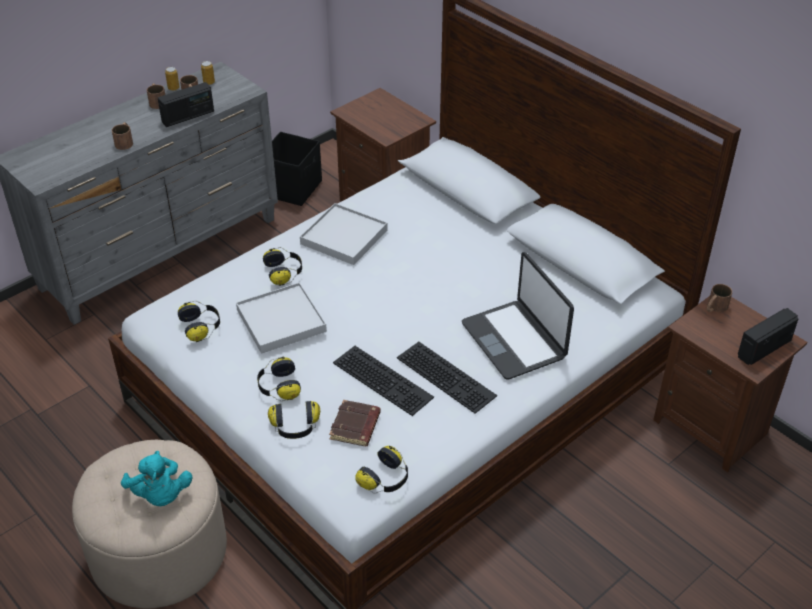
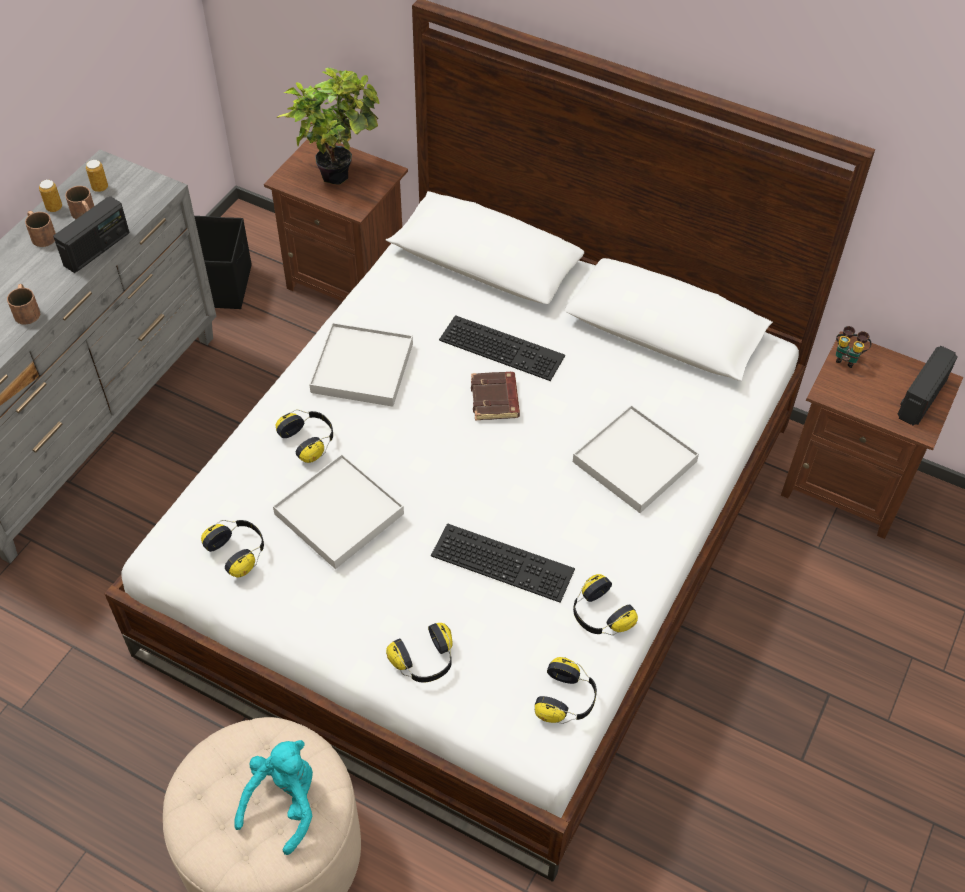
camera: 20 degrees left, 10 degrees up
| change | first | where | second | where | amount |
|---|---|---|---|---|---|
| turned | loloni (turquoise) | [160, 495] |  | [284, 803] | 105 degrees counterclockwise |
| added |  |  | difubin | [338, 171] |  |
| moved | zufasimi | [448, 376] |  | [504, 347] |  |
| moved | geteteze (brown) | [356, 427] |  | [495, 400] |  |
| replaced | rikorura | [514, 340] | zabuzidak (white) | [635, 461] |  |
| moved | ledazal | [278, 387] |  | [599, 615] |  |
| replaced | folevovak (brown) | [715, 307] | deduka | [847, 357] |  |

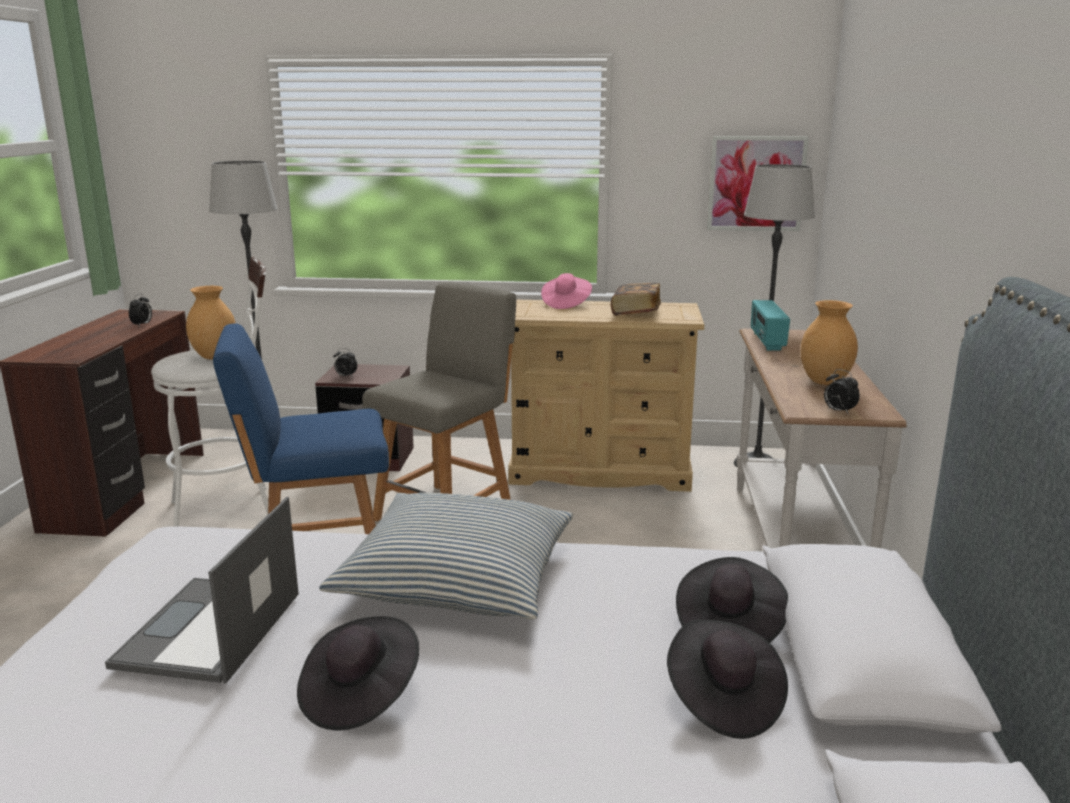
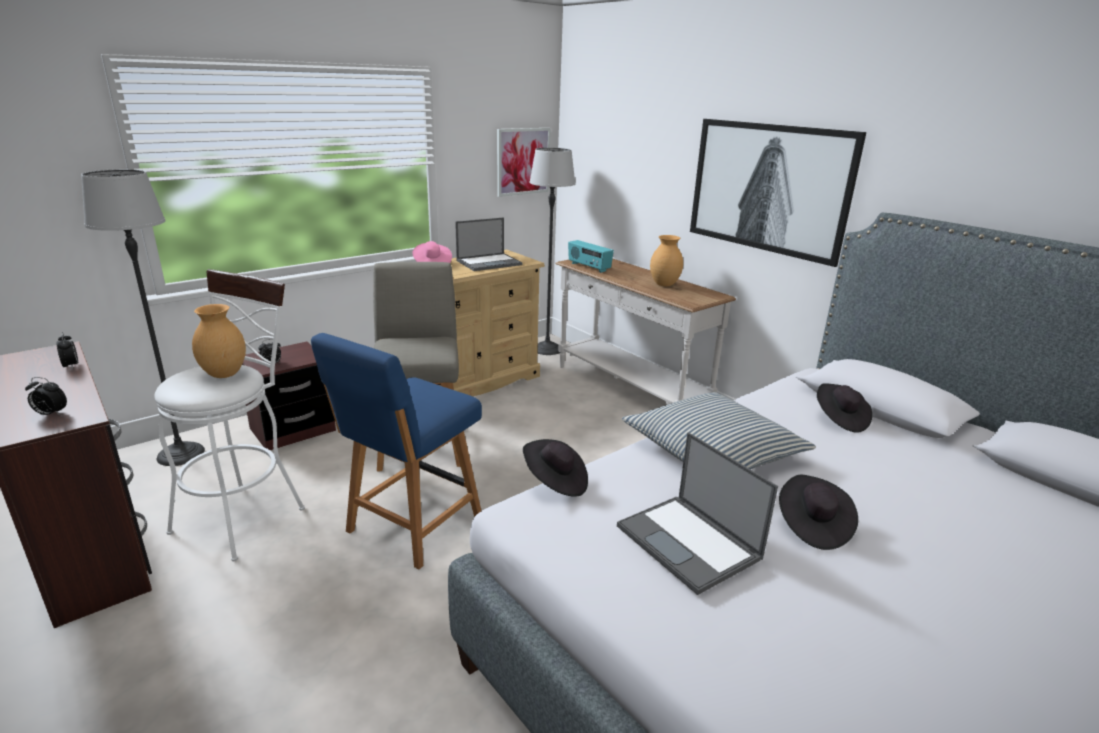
camera: 45 degrees left, 5 degrees up
| change | first | where | second | where | amount |
|---|---|---|---|---|---|
| moved | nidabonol | [838, 411] |  | [50, 414] |  |
| replaced | geteteze | [635, 312] | rikorura | [489, 262] |  |
| moved | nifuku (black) | [723, 701] |  | [555, 482] |  |
| added |  |  | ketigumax | [768, 188] |  |

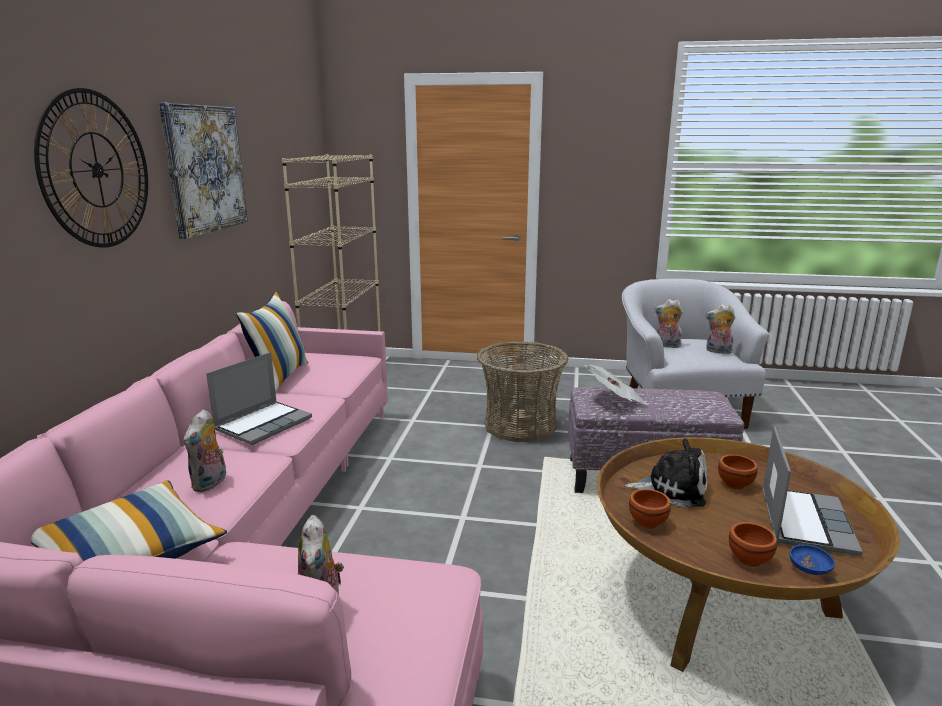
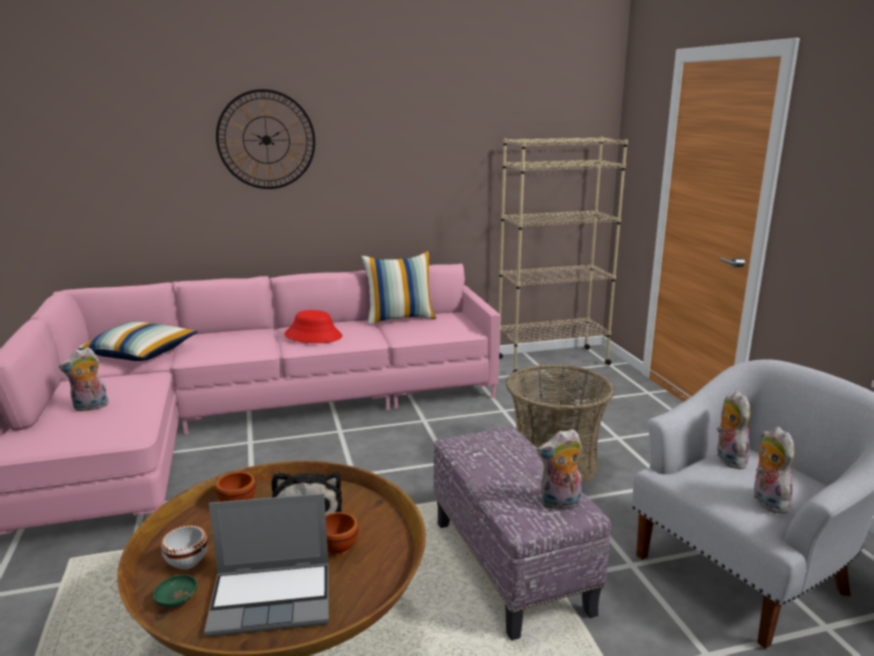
camera: 65 degrees right, 0 degrees up
| change | first | where | second | where | amount |
|---|---|---|---|---|---|
| recoloured | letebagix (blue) | [809, 569] | letebagix (green) | [177, 601] |  |
| recoloured | letebagix (brown) | [749, 559] | letebagix (white) | [188, 563] |  |
| replaced | rikorura | [264, 424] | nifuku (red) | [313, 336] |  |
| moved | loloni | [210, 483] |  | [560, 503] |  |
| removed | ketigumax | [205, 169] |  |  |  |
| removed | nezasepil | [615, 400] |  |  |  |

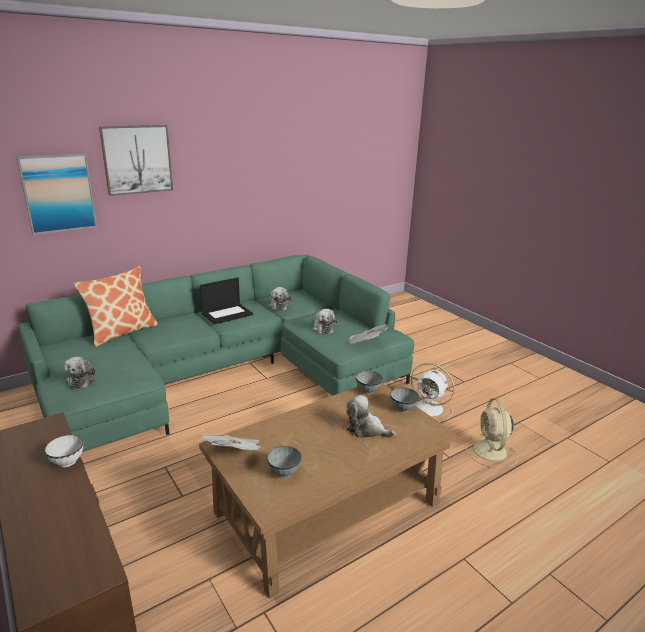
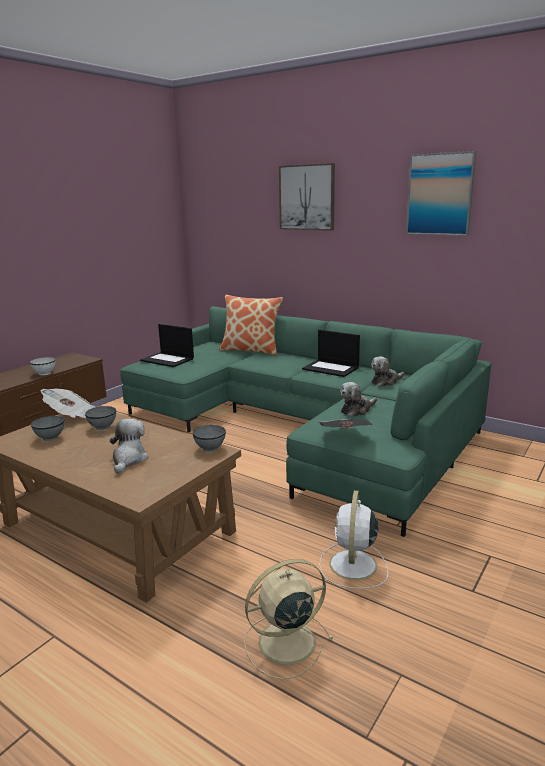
camera: 70 degrees right, 5 degrees down
| change | first | where | second | where | amount |
|---|---|---|---|---|---|
| moved | letebagix (grey) | [402, 408] |  | [103, 427] |  |
| replaced | loloni | [82, 379] | rikorura | [168, 360] |  |
| moved | ketigumax | [58, 193] |  | [440, 194] |  |

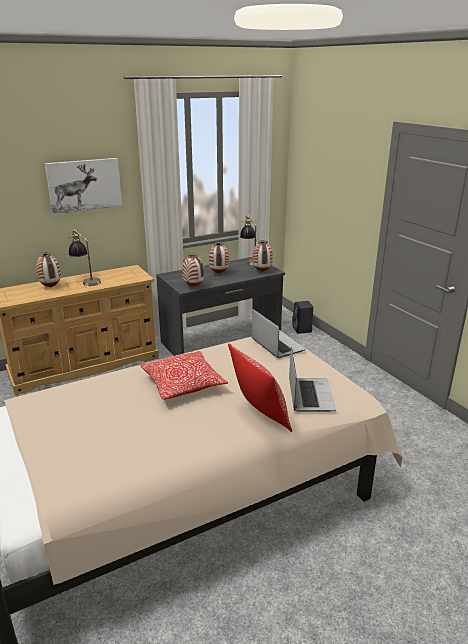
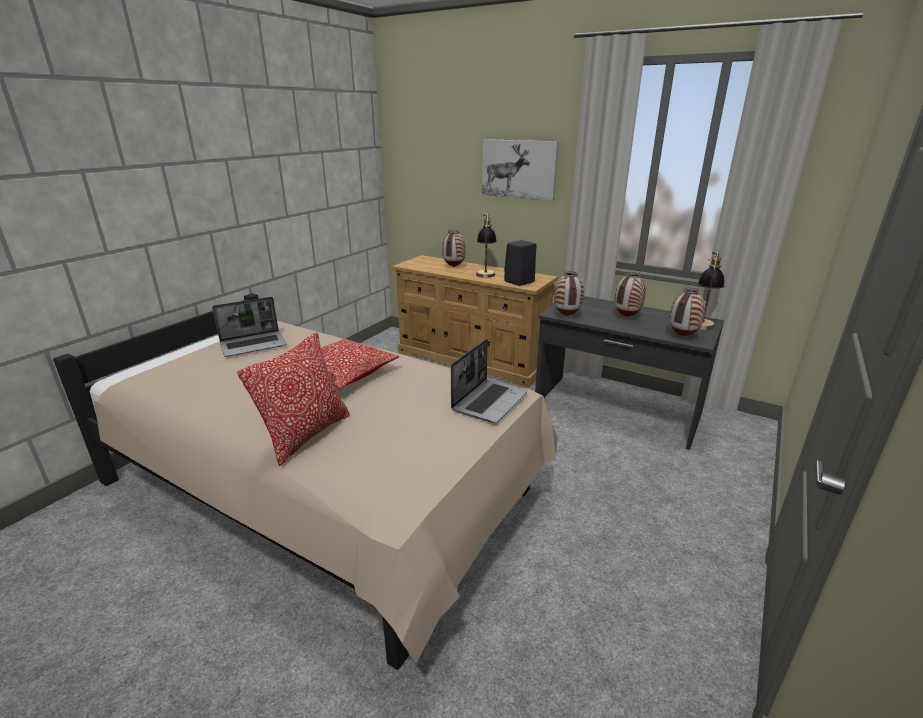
camera: 60 degrees right, 0 degrees up
| change | first | where | second | where | amount |
|---|---|---|---|---|---|
| moved | rikorura | [309, 395] |  | [254, 345] |  |
| moved | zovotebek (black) | [302, 330] |  | [519, 282] |  |

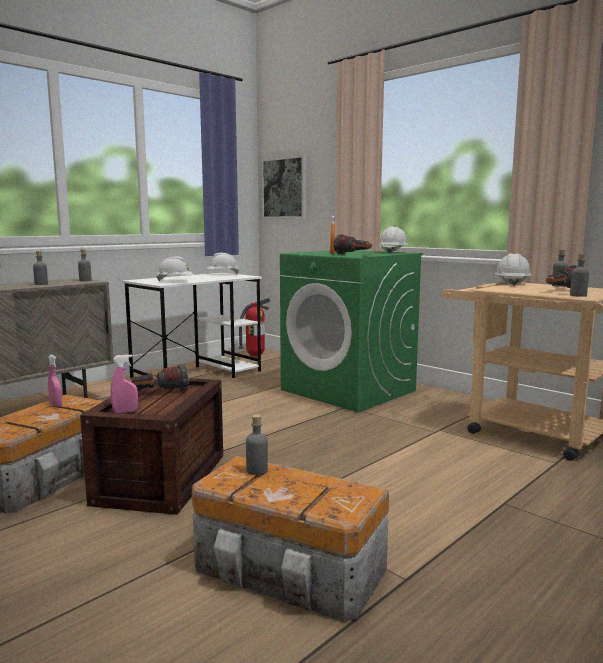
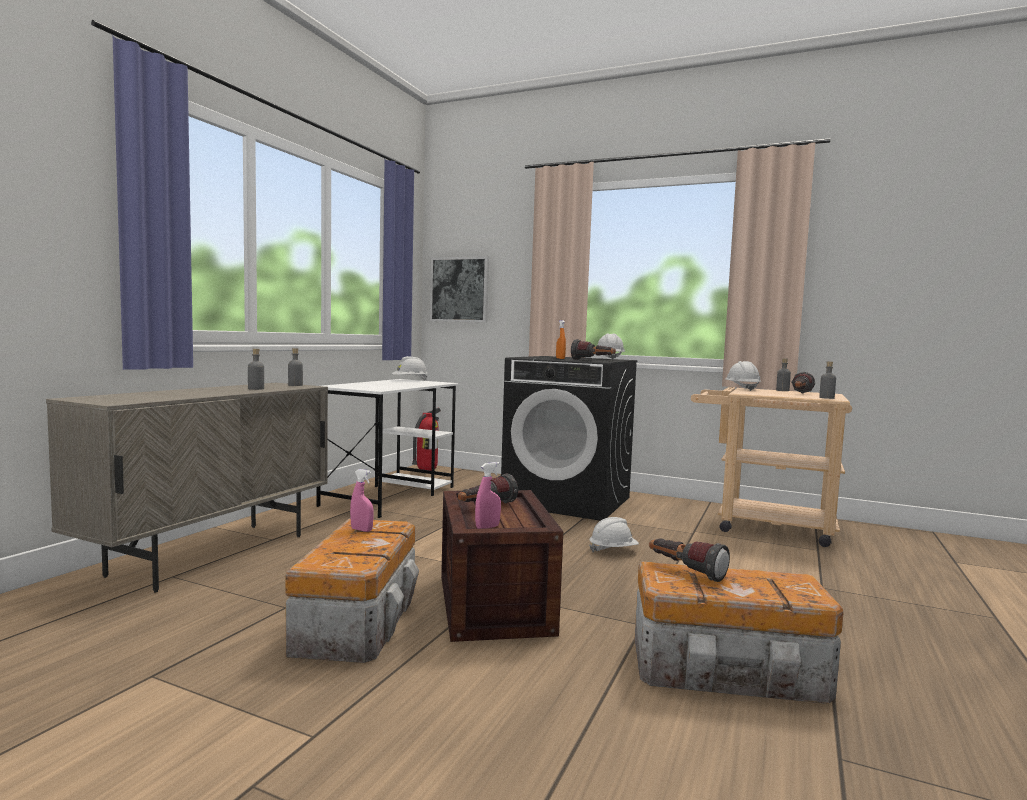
camera: 20 degrees left, 5 degrees down
| change | first | where | second | where | amount |
|---|---|---|---|---|---|
| recoloured | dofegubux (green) | [349, 390] | dofegubux (black) | [568, 501] |  |
| moved | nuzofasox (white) | [175, 281] |  | [613, 550] |  |
| replaced | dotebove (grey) | [257, 470] | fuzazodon | [685, 571] |  |

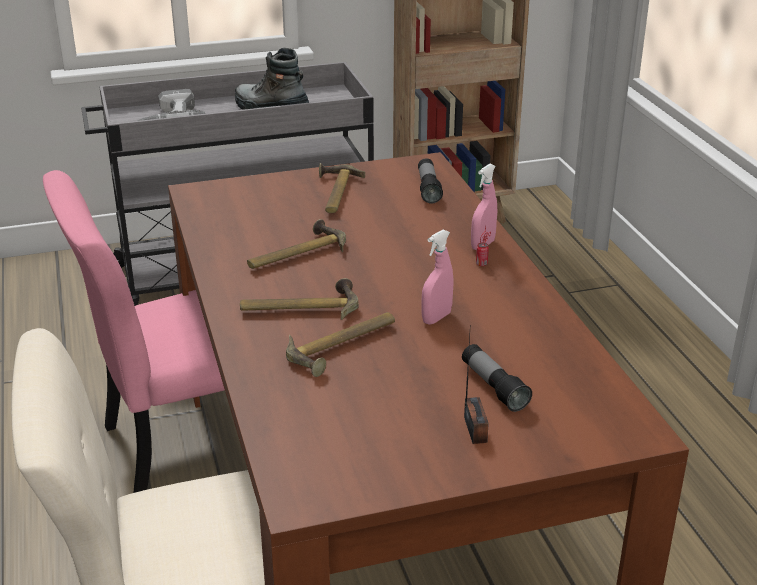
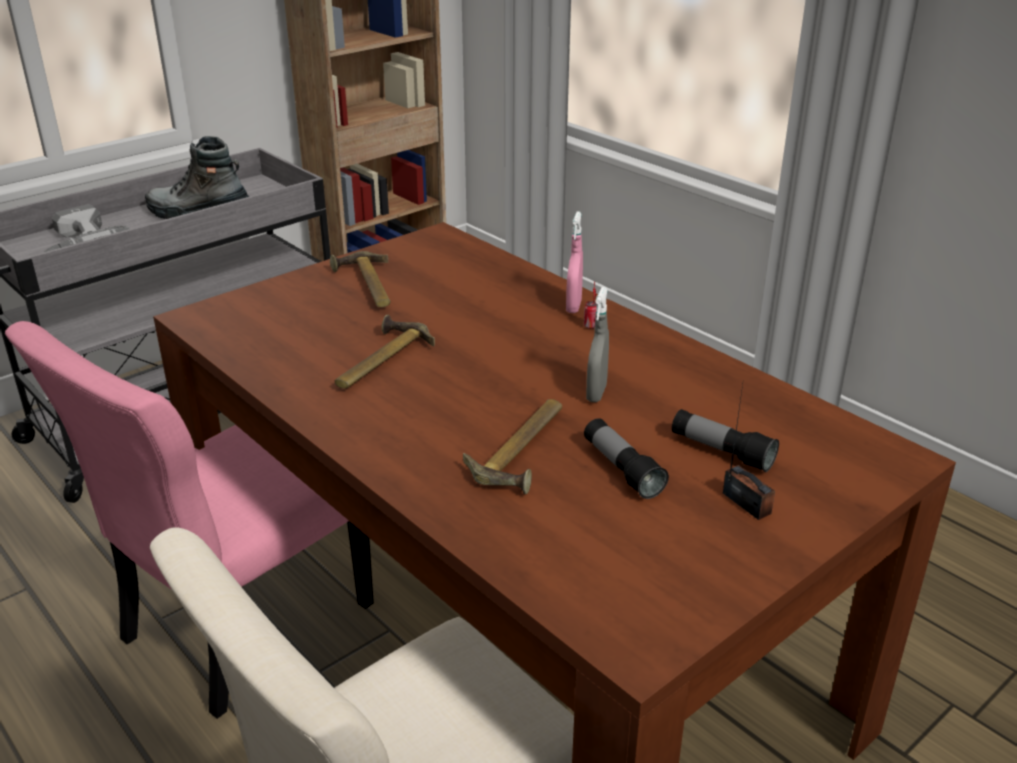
camera: 25 degrees left, 0 degrees up
| change | first | where | second | where | amount |
|---|---|---|---|---|---|
| moved | fuzazodon | [428, 189] |  | [622, 469] |  |
| recoloured | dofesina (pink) | [436, 318] | dofesina (grey) | [596, 393] |  |
| removed | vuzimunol | [300, 307] |  |  |  |

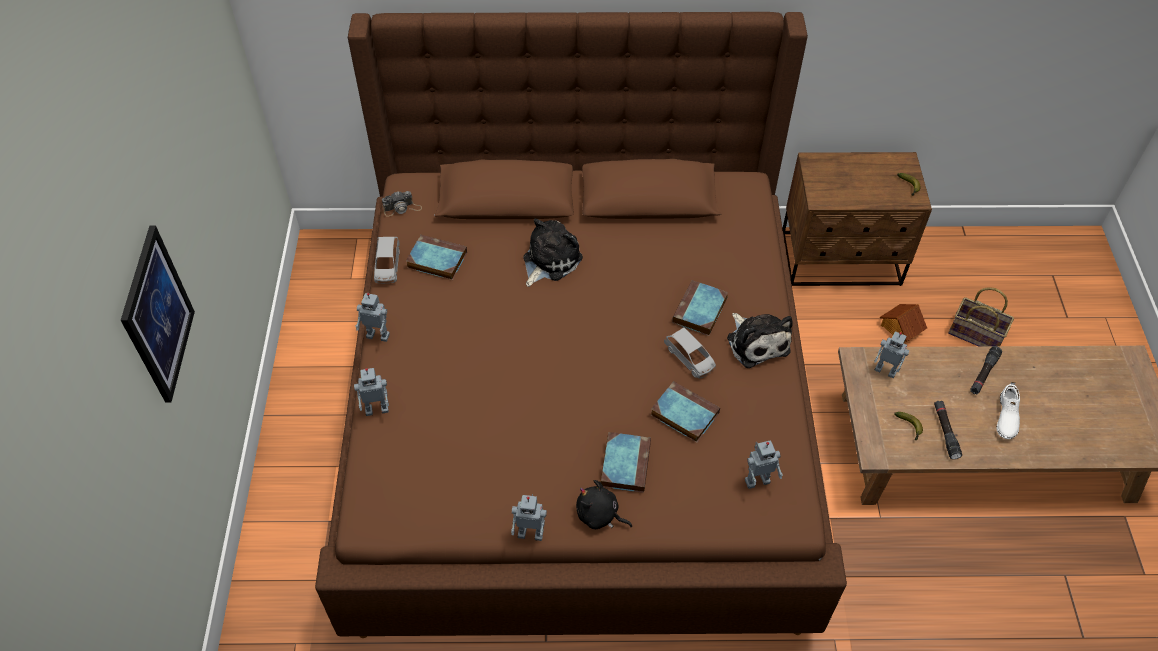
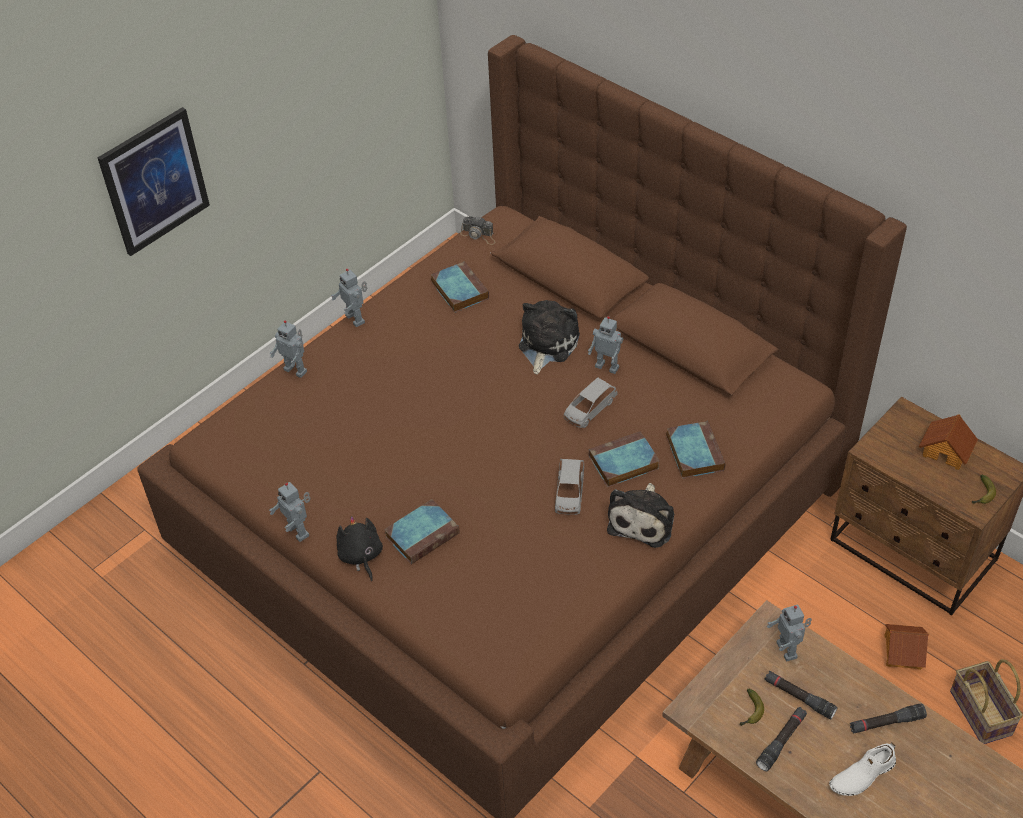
camera: 45 degrees right, 5 degrees down
| change | first | where | second | where | amount |
|---|---|---|---|---|---|
| turned | loloni | [549, 260] |  | [546, 344] | 60 degrees counterclockwise |
| moved | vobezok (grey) | [387, 266] |  | [589, 410] |  |
| moved | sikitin | [756, 480] |  | [607, 366] |  |
| moved | geteteze | [683, 414] |  | [693, 452] |  |
| added |  |  | fuzazodon (black) | [799, 697] |  |
| added |  |  | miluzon | [946, 450] |  |

